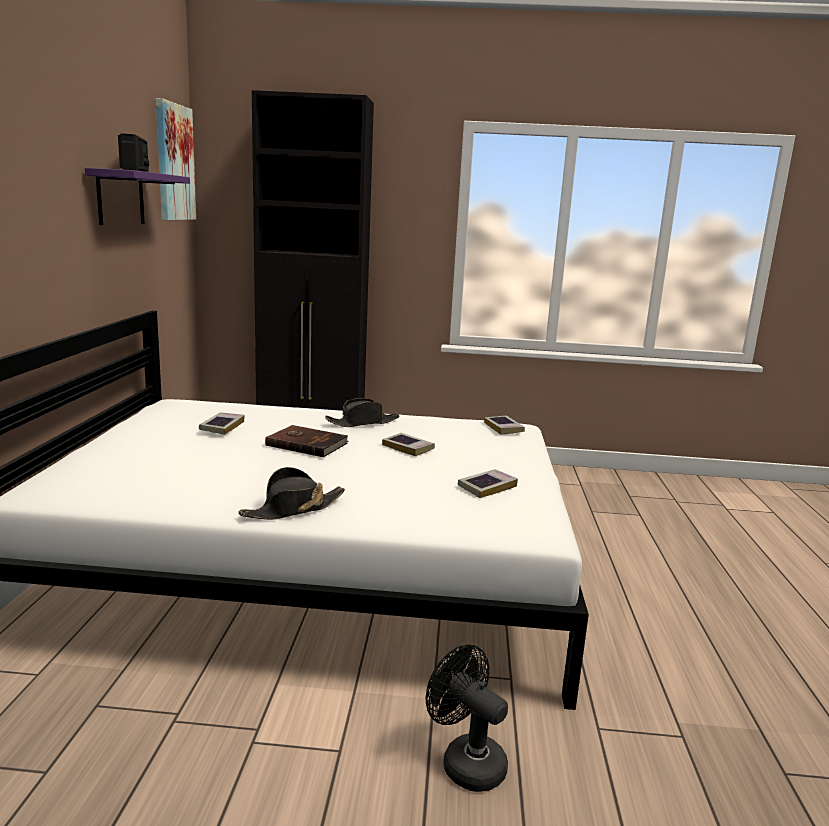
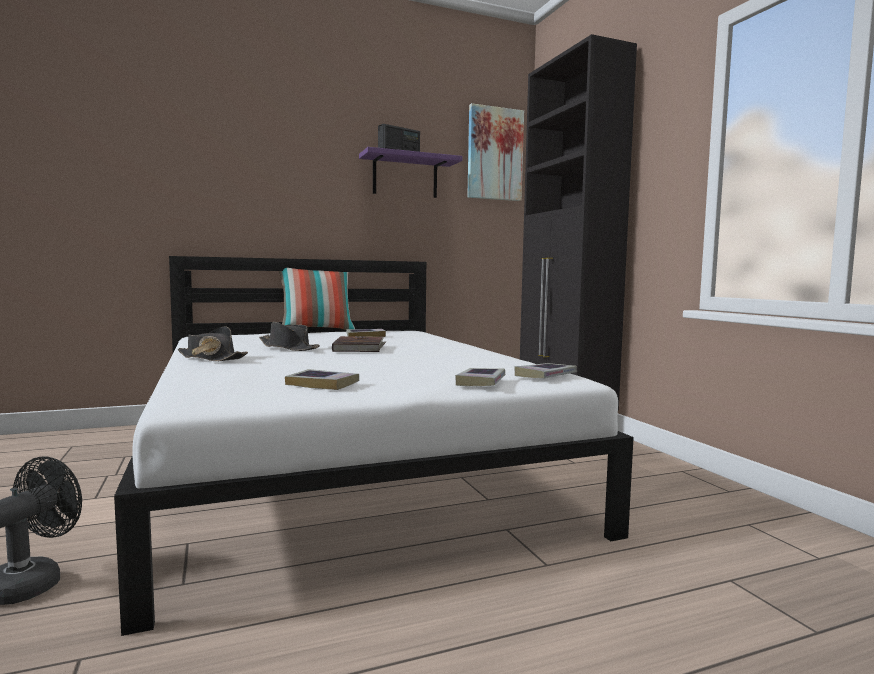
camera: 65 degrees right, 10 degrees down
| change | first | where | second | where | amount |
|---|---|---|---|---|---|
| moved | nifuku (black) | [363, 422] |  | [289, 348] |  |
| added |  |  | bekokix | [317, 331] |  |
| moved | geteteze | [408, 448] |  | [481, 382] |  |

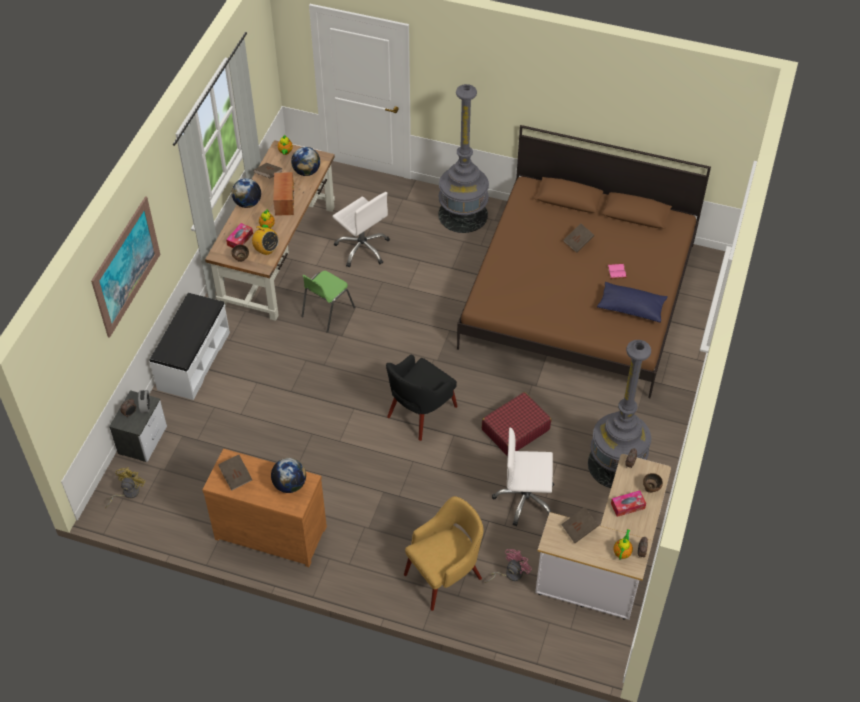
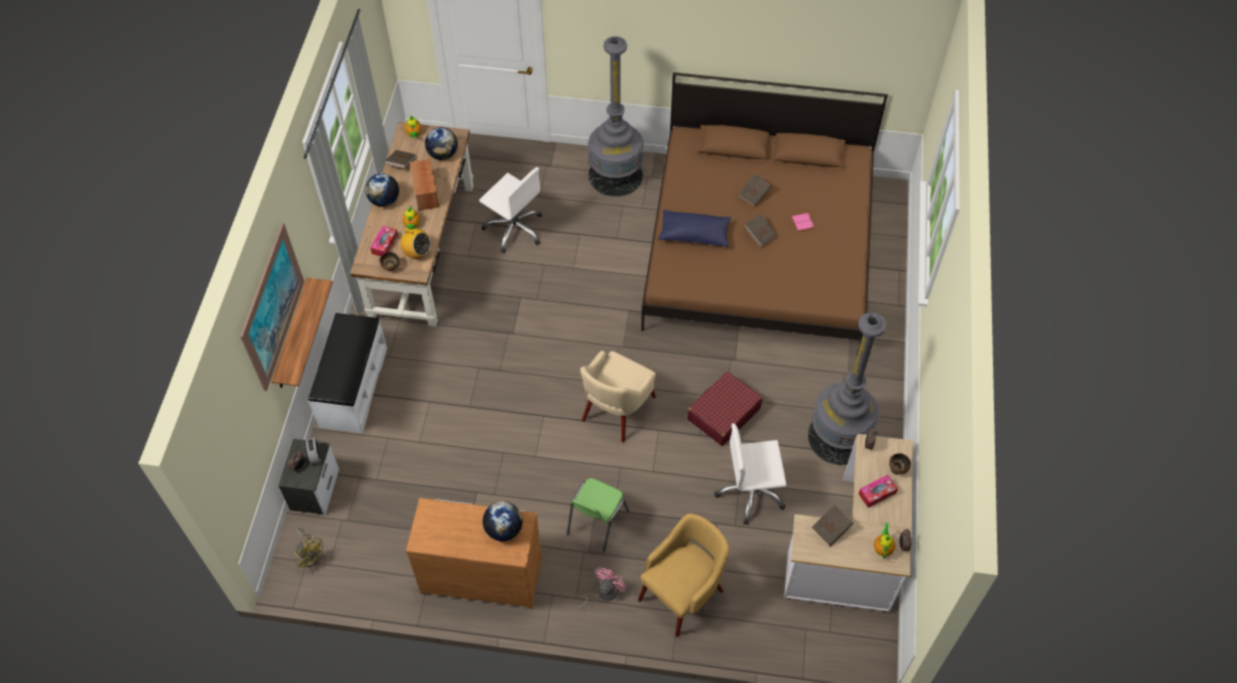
camera: 10 degrees left, 5 degrees up
| change | first | where | second | where | amount |
|---|---|---|---|---|---|
| added |  |  | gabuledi | [292, 336] |  |
| turned | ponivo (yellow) | [127, 493] |  | [310, 555] | 120 degrees clockwise |
| moved | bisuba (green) | [327, 312] |  | [596, 523] |  |
| moved | ponivo (pink) | [510, 574] |  | [603, 593] |  |
| recoloured | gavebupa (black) | [420, 413] | gavebupa (beige) | [617, 410] |  |
| moved | bekokix (blue) | [631, 308] |  | [694, 234] |  |
| moved | geteteze (brown) | [236, 476] |  | [760, 234] |  |

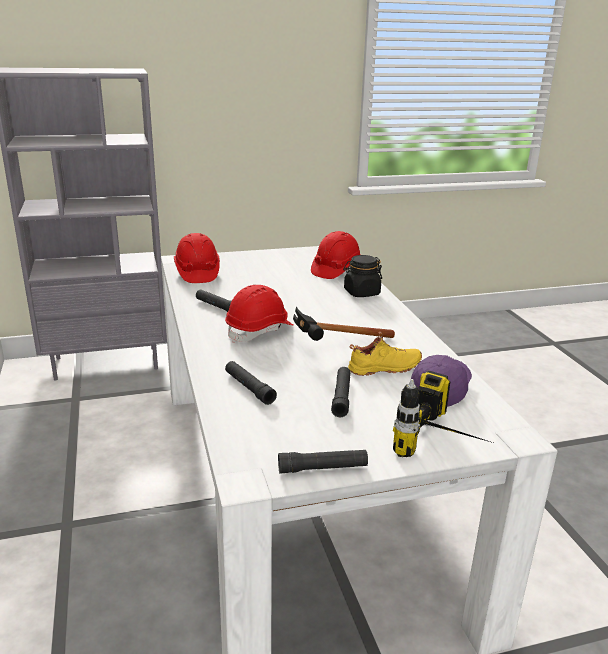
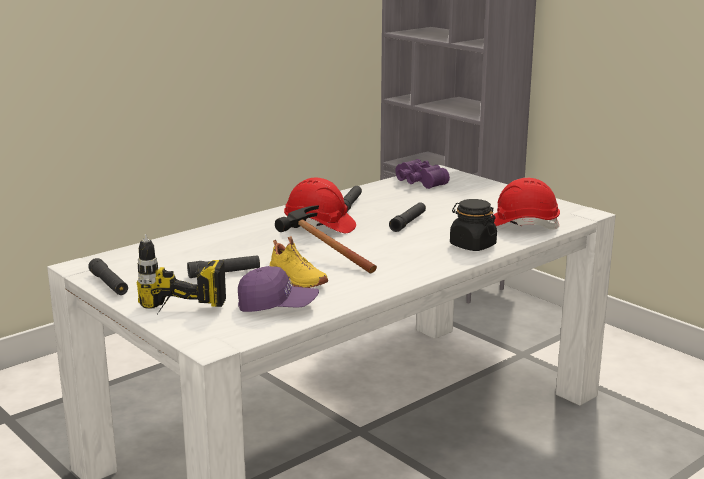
camera: 65 degrees right, 5 degrees down
| change | first | where | second | where | amount |
|---|---|---|---|---|---|
| moved | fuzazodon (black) | [249, 388] |  | [408, 222] |  |
| replaced | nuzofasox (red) | [197, 273] | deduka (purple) | [417, 183] |  |

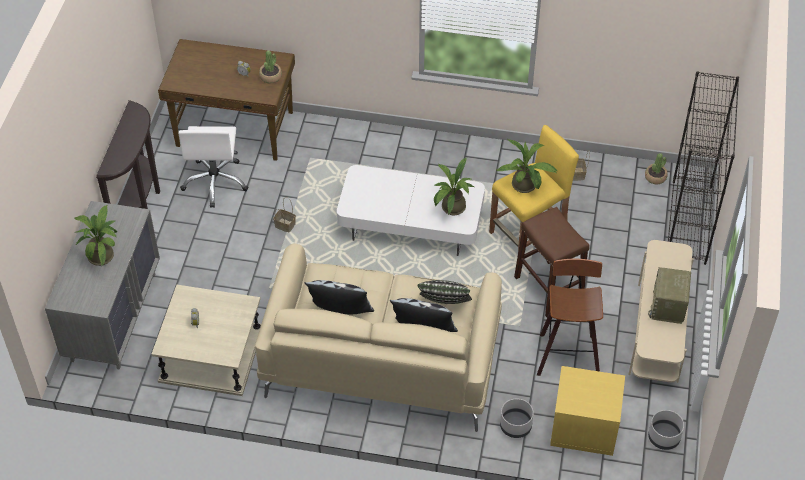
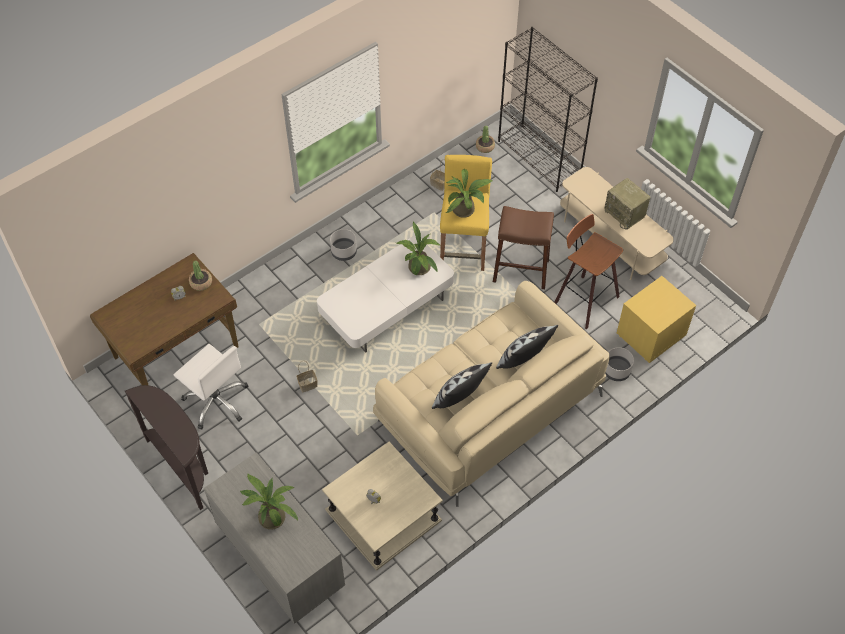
camera: 50 degrees left, 5 degrees up
| change | first | where | second | where | amount |
|---|---|---|---|---|---|
| moved | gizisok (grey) | [663, 437] |  | [343, 252] |  |
| removed | bekokix | [444, 306] |  |  |  |

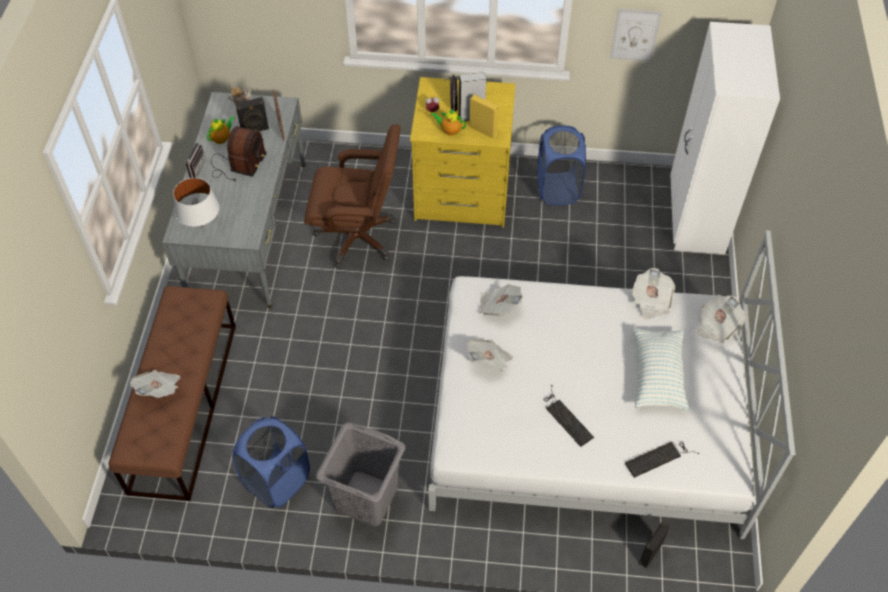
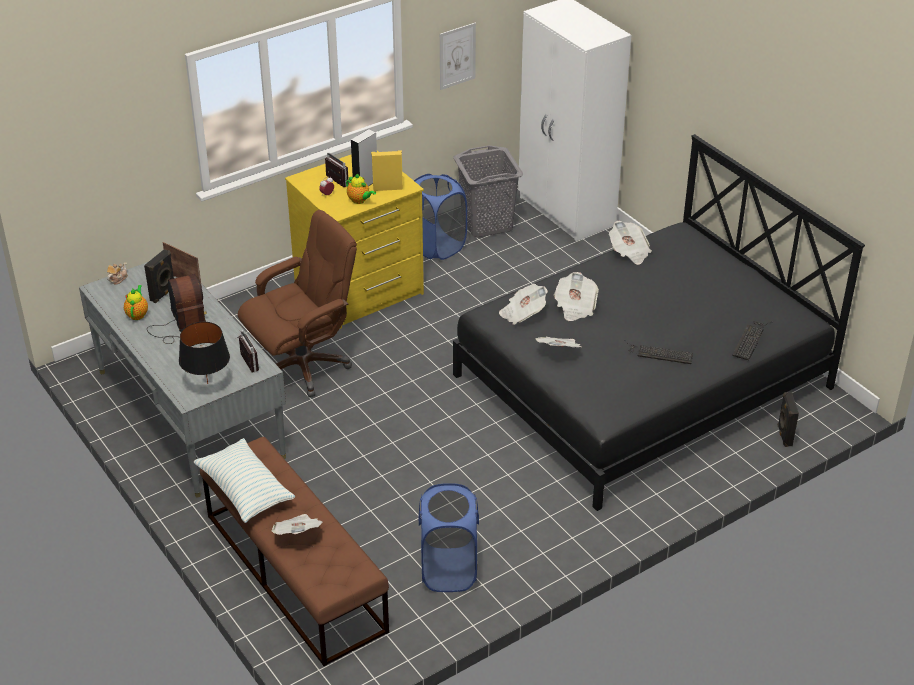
camera: 40 degrees left, 15 degrees down
| change | first | where | second | where | amount |
|---|---|---|---|---|---|
| recoloured | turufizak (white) | [202, 228] | turufizak (black) | [207, 383] |  |
| moved | bekokix | [657, 375] |  | [245, 490] |  |
| moved | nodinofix | [194, 168] |  | [245, 364] |  |
| turned | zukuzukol | [449, 130] |  | [359, 200] | 120 degrees counterclockwise |
| recoloured | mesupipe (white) | [587, 417] | mesupipe (black) | [641, 381] |  |
| moved | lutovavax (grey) | [365, 498] |  | [486, 224] |  |
| moved | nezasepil | [716, 326] |  | [575, 307] |  |

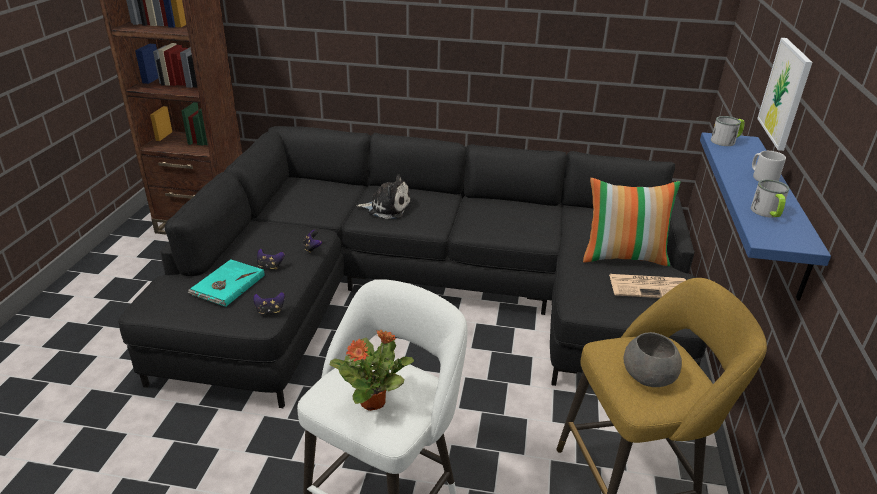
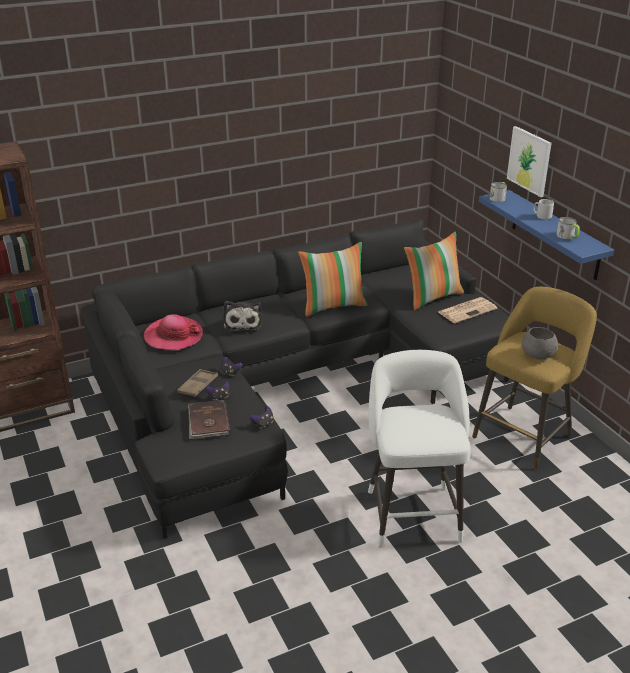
camera: 35 degrees left, 0 degrees up
| change | first | where | second | where | amount |
|---|---|---|---|---|---|
| added |  |  | nifuku | [173, 336] |  |
| added |  |  | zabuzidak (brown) | [198, 386] |  |
| recoloured | geteteze (turquoise) | [227, 285] | geteteze (brown) | [208, 422] |  |
| turned | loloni | [387, 208] |  | [242, 323] | 105 degrees clockwise |
| added |  |  | bekokix | [333, 306] |  |
| removed | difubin | [374, 401] |  |  |  |

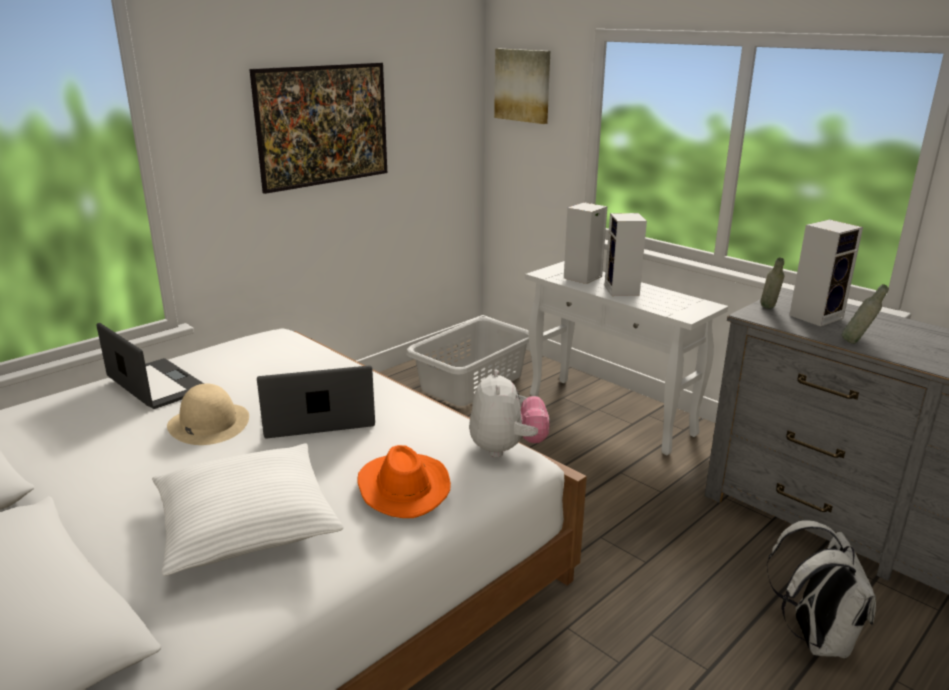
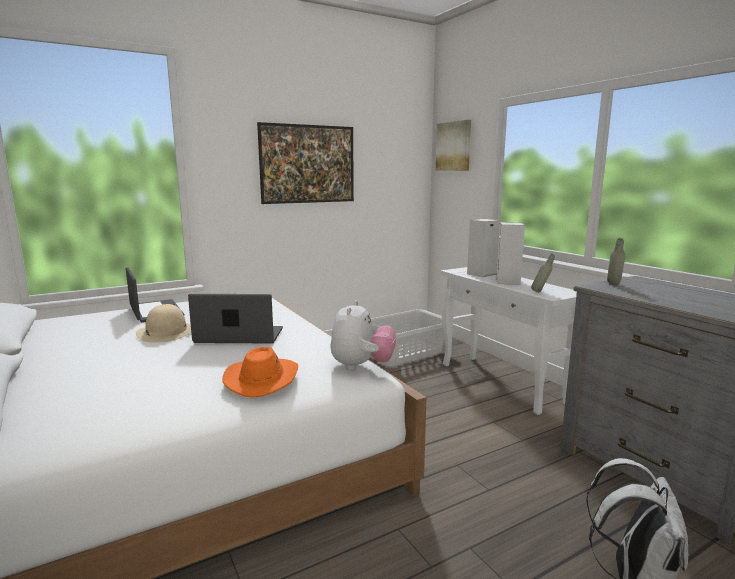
camera: 15 degrees right, 10 degrees down
| change | first | where | second | where | amount |
|---|---|---|---|---|---|
| moved | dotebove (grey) | [857, 343] |  | [541, 292] |  |
| removed | bekokix (white) | [246, 523] |  |  |  |
| removed | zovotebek | [816, 316] |  |  |  |

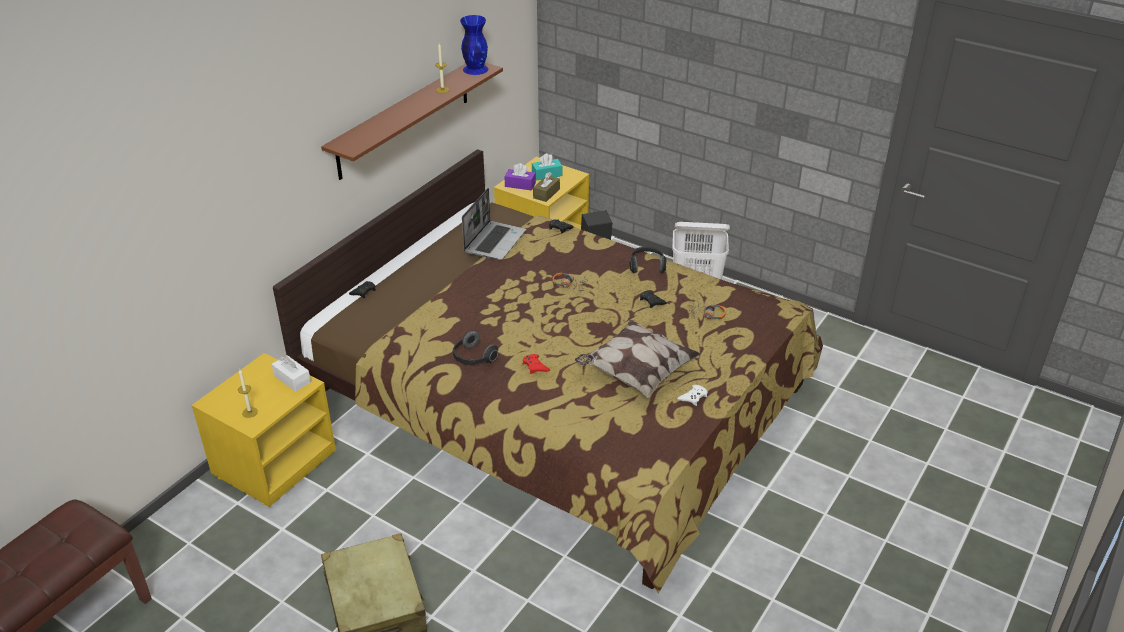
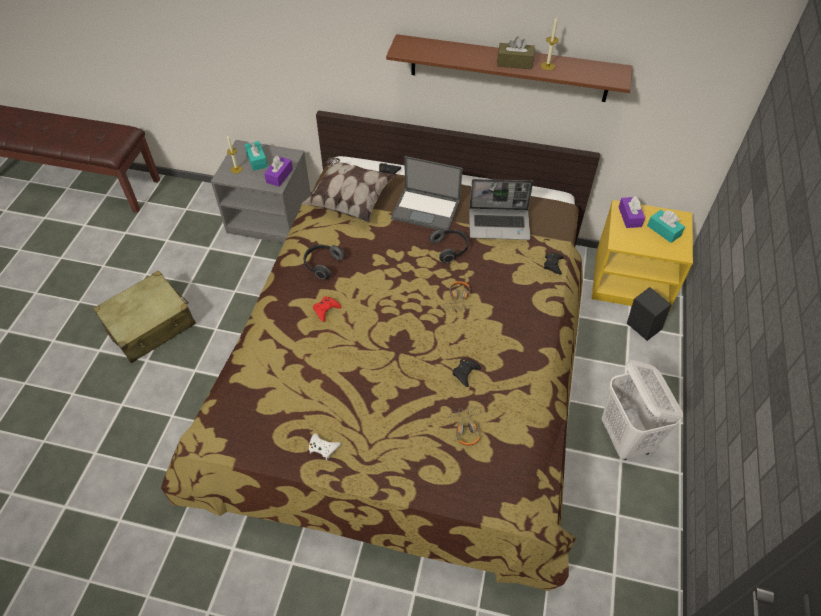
camera: 70 degrees right, 15 degrees up
| change | first | where | second | where | amount |
|---|---|---|---|---|---|
| recoloured | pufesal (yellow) | [274, 461] | pufesal (grey) | [271, 218] |  |
| added |  |  | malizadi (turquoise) | [257, 160] |  |
| recoloured | malizadi (white) | [292, 379] | malizadi (purple) | [279, 176] |  |
| moved | bekokix | [636, 373] |  | [350, 201] |  |
| added |  |  | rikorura | [427, 209] |  |
| moved | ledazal | [647, 266] |  | [450, 249] |  |
| moved | malizadi (brown) | [546, 193] |  | [514, 62] |  |
| removed | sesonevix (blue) | [475, 69] |  |  |  |

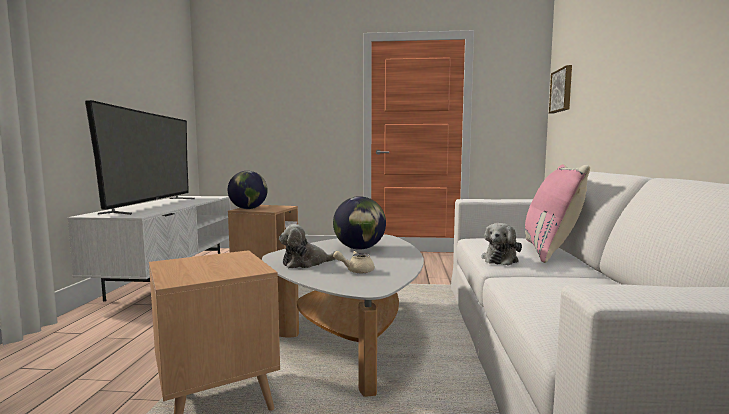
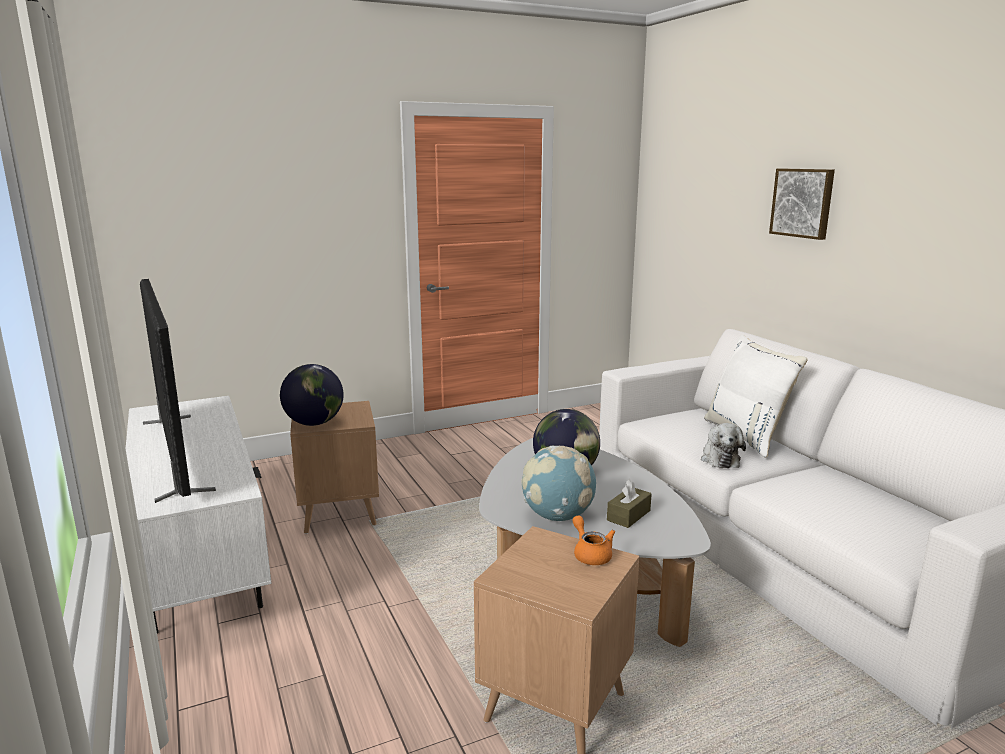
camera: 30 degrees left, 10 degrees up
| change | first | where | second | where | amount |
|---|---|---|---|---|---|
| replaced | loloni | [306, 263] | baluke | [558, 516] |  |
| added |  |  | zukuzukol (orange) | [590, 554] |  |
| replaced | zukuzukol (beige) | [356, 271] | malizadi (brown) | [628, 515] |  |
| recoloured | bekokix (pink) | [551, 252] | bekokix (white) | [747, 436] |  |
| moved | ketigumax | [562, 90] |  | [803, 203] |  |

